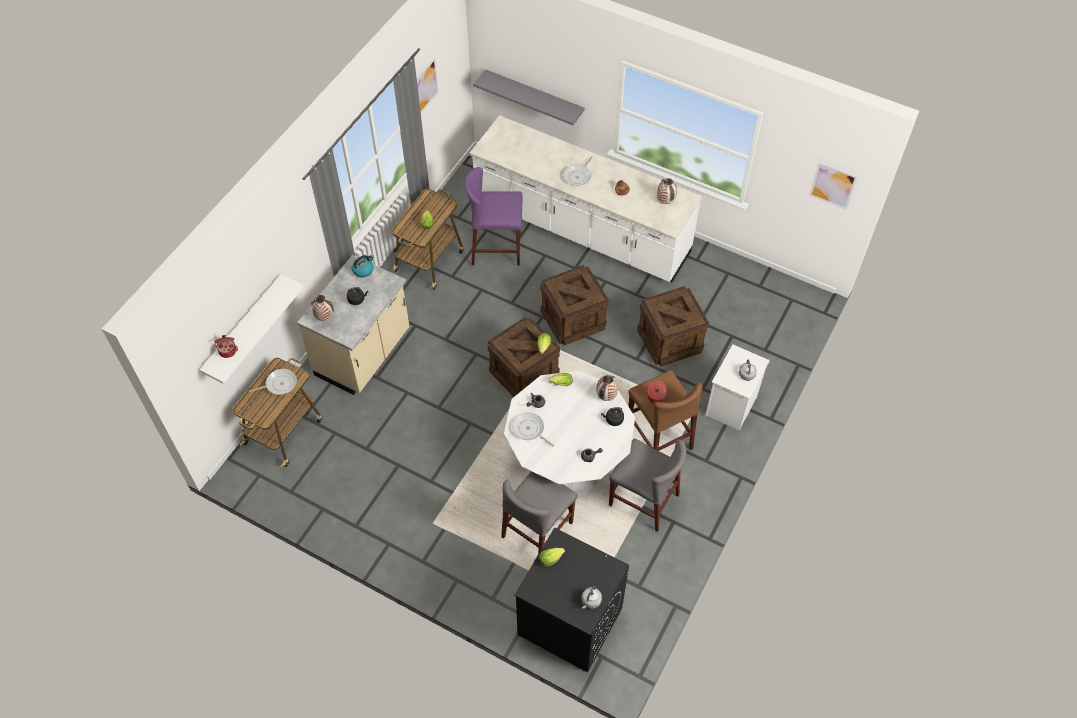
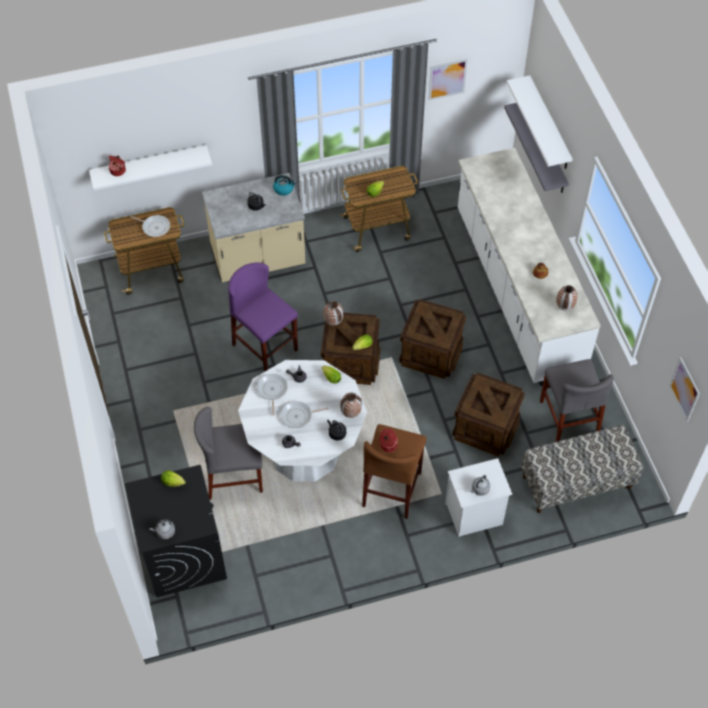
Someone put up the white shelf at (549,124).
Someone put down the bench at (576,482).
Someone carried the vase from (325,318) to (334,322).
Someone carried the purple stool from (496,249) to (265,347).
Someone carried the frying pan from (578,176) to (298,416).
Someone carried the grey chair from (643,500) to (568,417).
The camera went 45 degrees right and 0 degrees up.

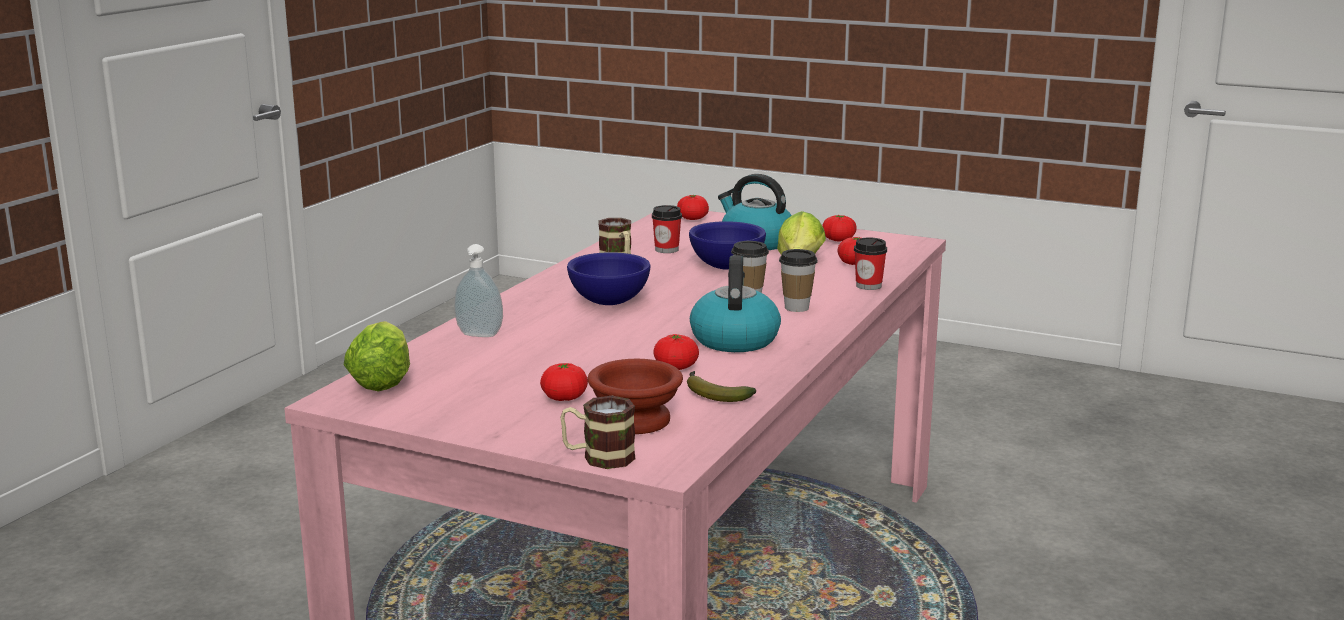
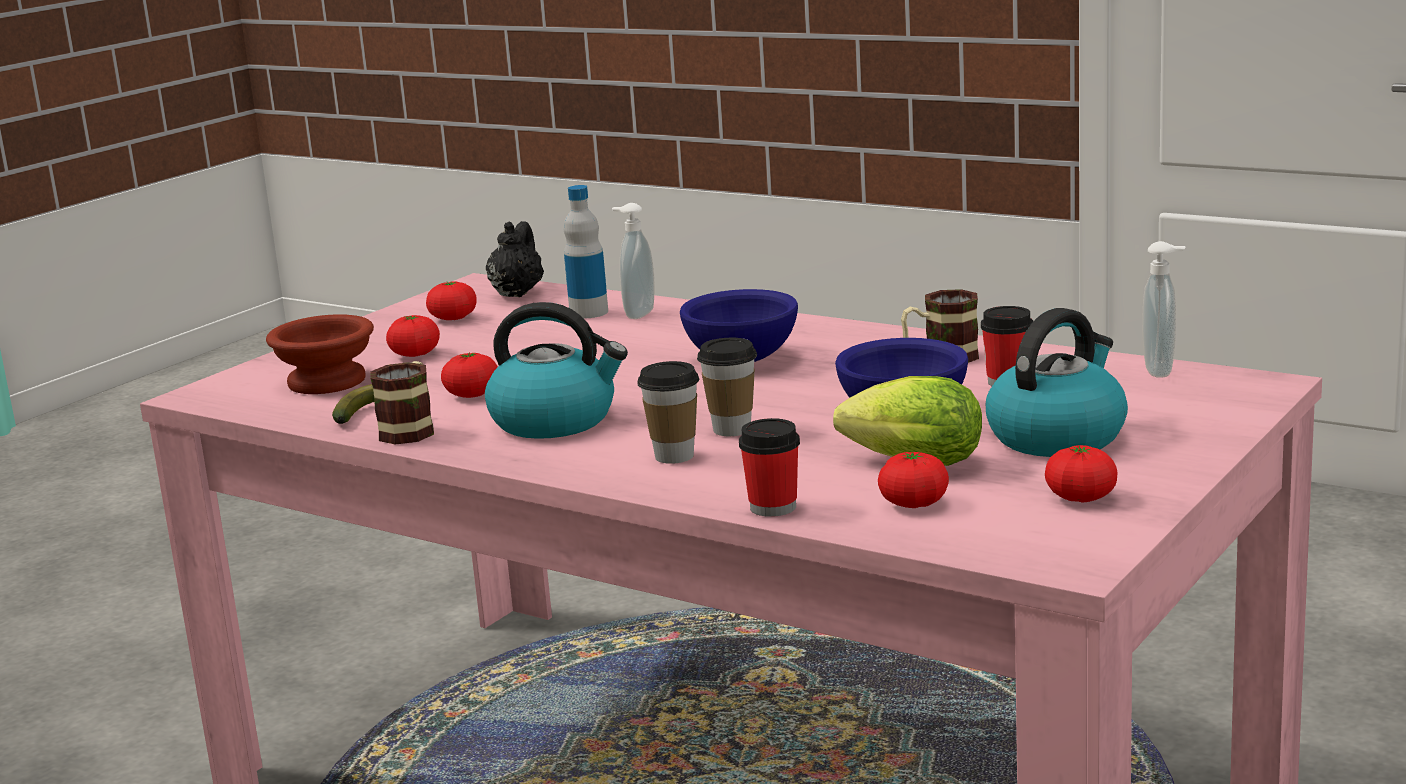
Someone put down the bottle at (589,312).
Someone put down the soap dispenser at (1162,371).
Someone carried the mug from (598,457) to (411,429).
Someone carried the tomato from (692,219) to (453,318).
Someone swapped the lettuce at (383,380) for the black teapot at (517,293).
The camera went 100 degrees right and 0 degrees up.

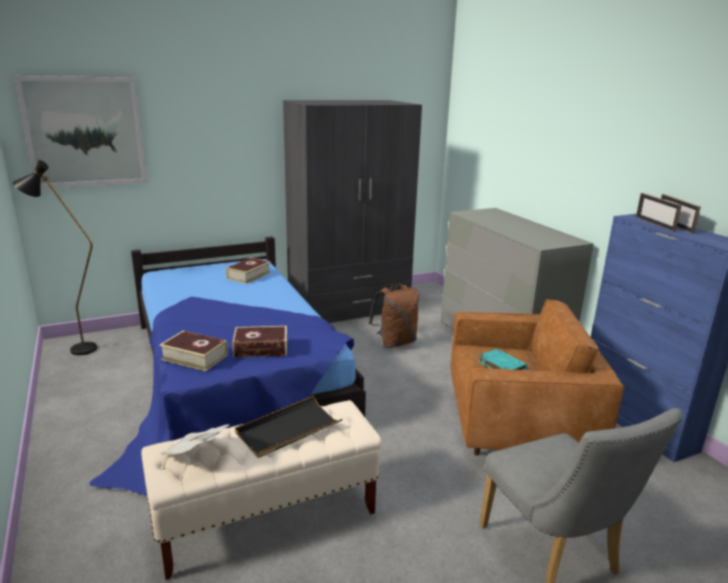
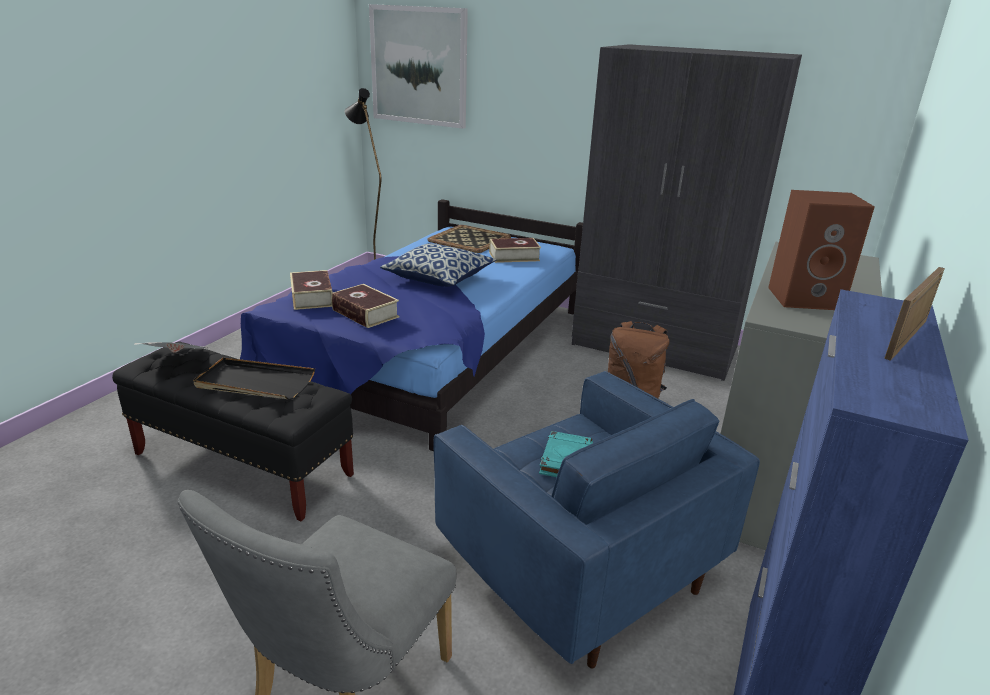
Someone took away the picture frame at (654,224).
Someone put down the pillow at (439,278).
Someone put down the tray at (470,239).
Someone put down the brown speaker at (806,298).
Someone repainted the beige bench at (267,518), which became the black bench at (243,465).
Someone repainted the brown armchair at (517,428), which became the blue armchair at (579,568).
The camera went 50 degrees right and 5 degrees up.

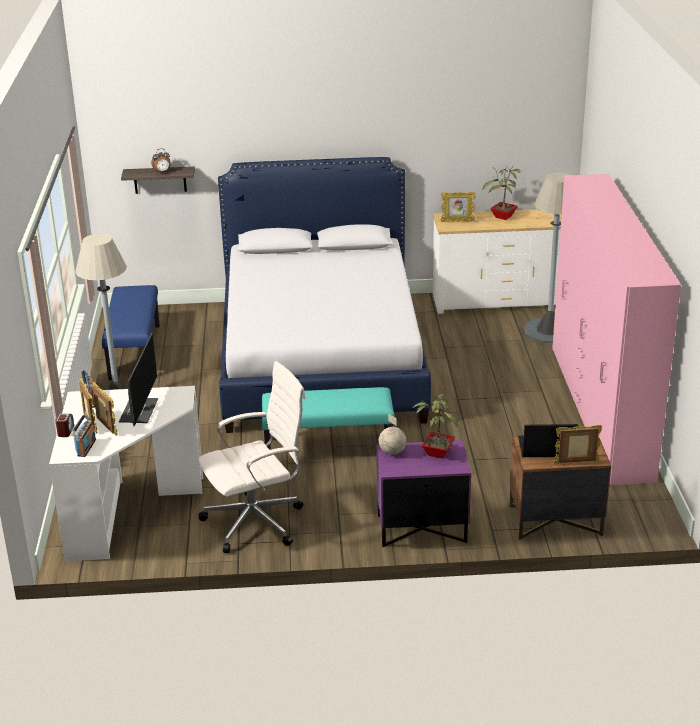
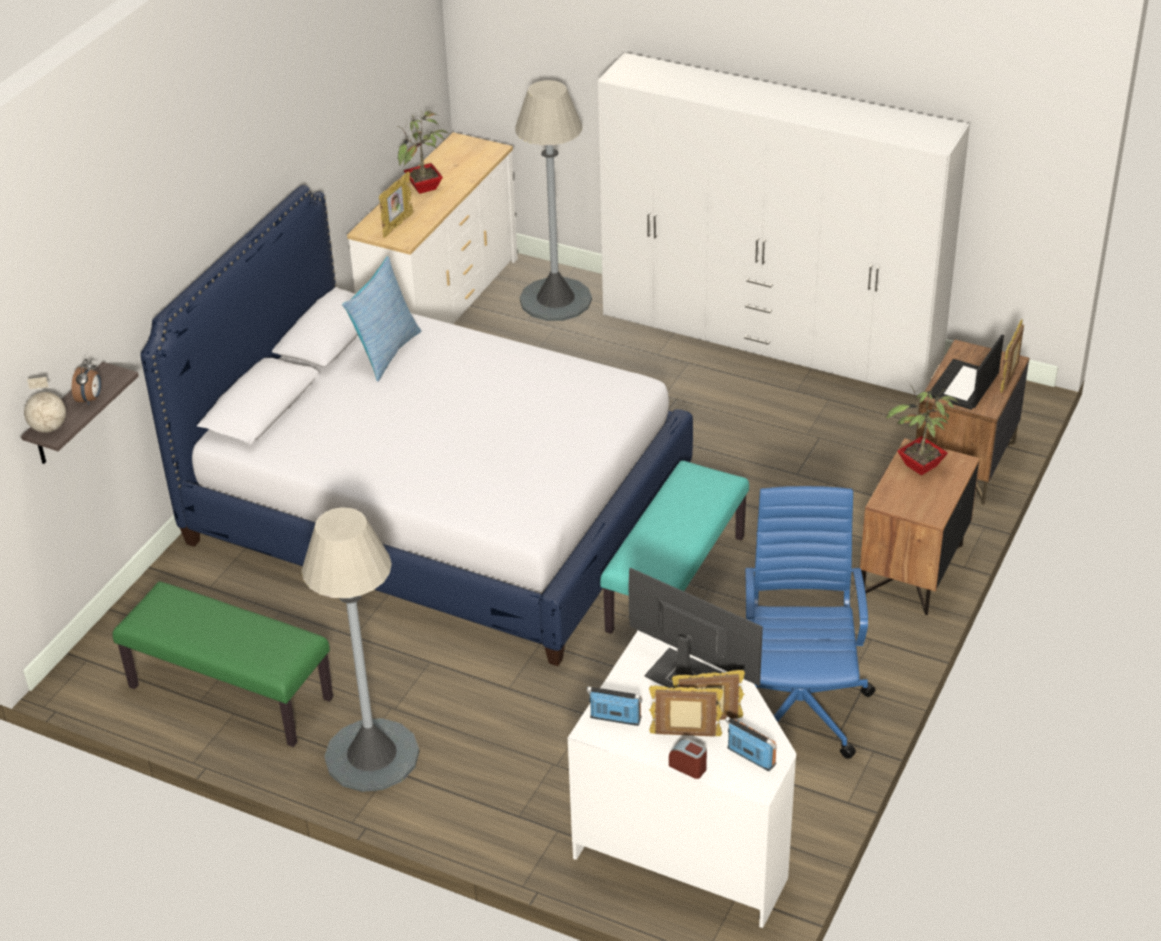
Someone put down the pillow at (385,352).
Someone carried the globe from (392,452) to (48,428).
Someone repainted the blue bench at (134,352), which became the green bench at (229,693).
Someone repainted the white office chair at (257,522), which became the blue office chair at (799,706).
Someone repainted the purple nightstand at (421,529), which became the brown nightstand at (913,570).
Someone repainted the pink wardrobe at (600,410), which became the white wardrobe at (769,340).
The camera went 60 degrees left and 10 degrees up.

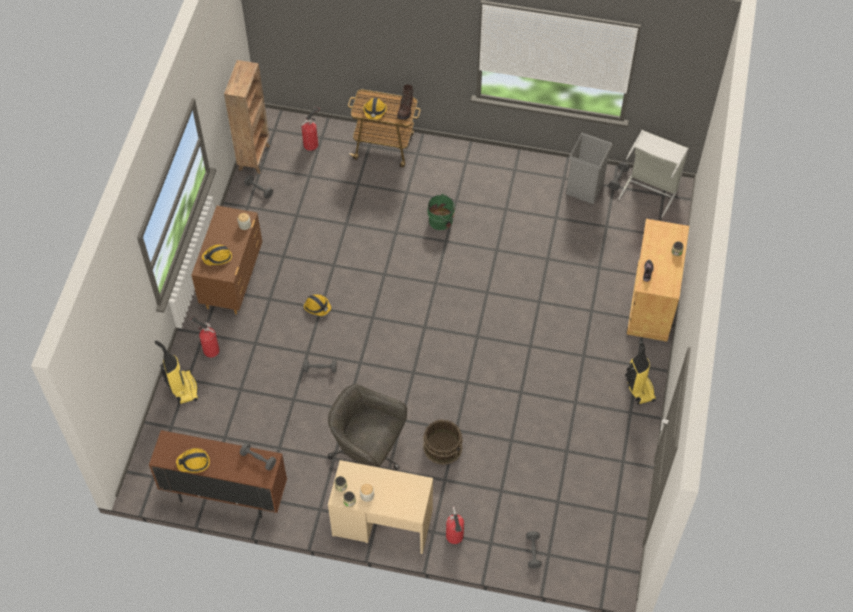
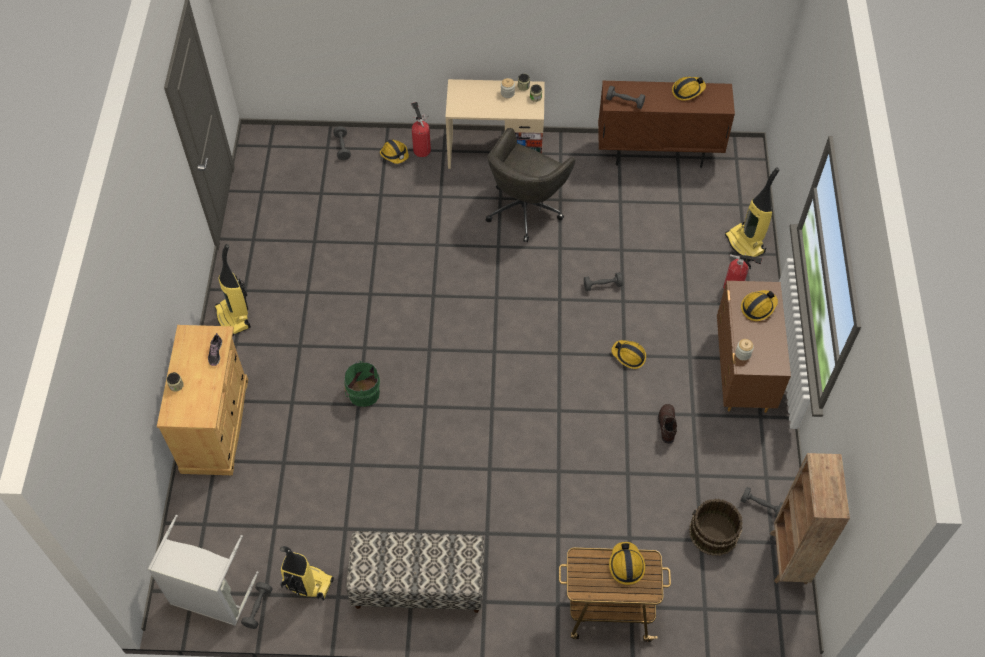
Someone took away the fire extinguisher at (312,143).
Someone put down the bench at (418,585).
Someone put down the hard hat at (395,154).
Someone carried the brown boot from (405,109) to (666,425).
Someone carried the brown bucket from (443,447) to (713,533).
Someone carried the green bucket from (441,220) to (362,393).
Someone swapped the grey trash can at (585,188) for the vacuum cleaner at (306,584).
Someone rotated the grey office chair at (368,454) by 105 degrees clockwise.
The camera went 170 degrees right and 0 degrees up.

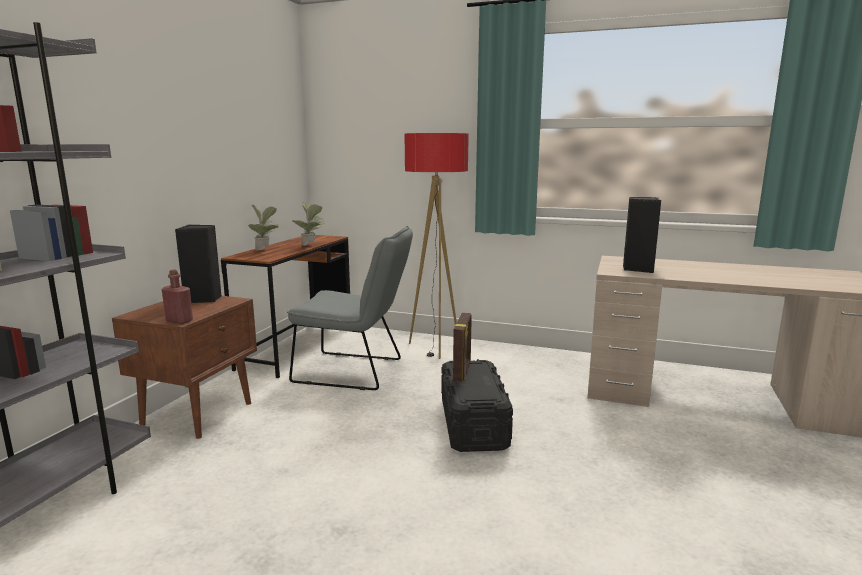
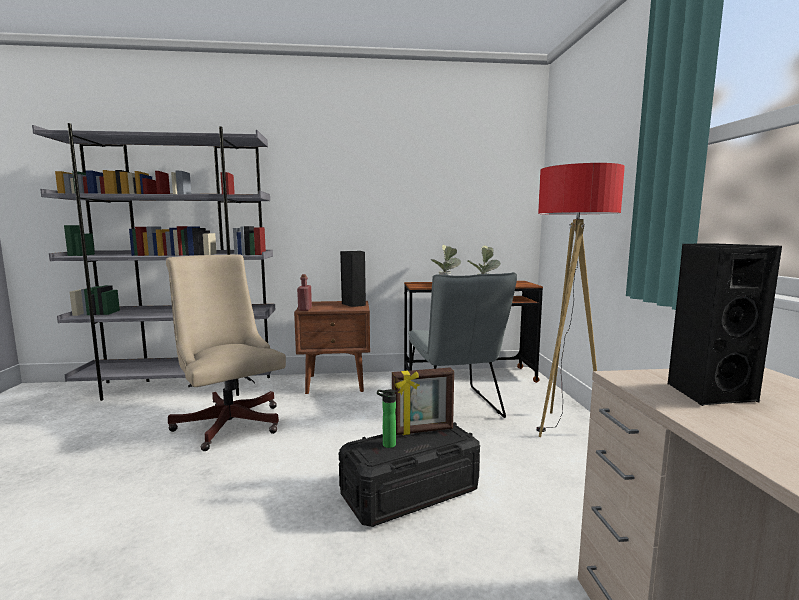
Someone put down the beige office chair at (229,421).
Someone put down the bottle at (387,444).
The camera went 65 degrees right and 5 degrees down.

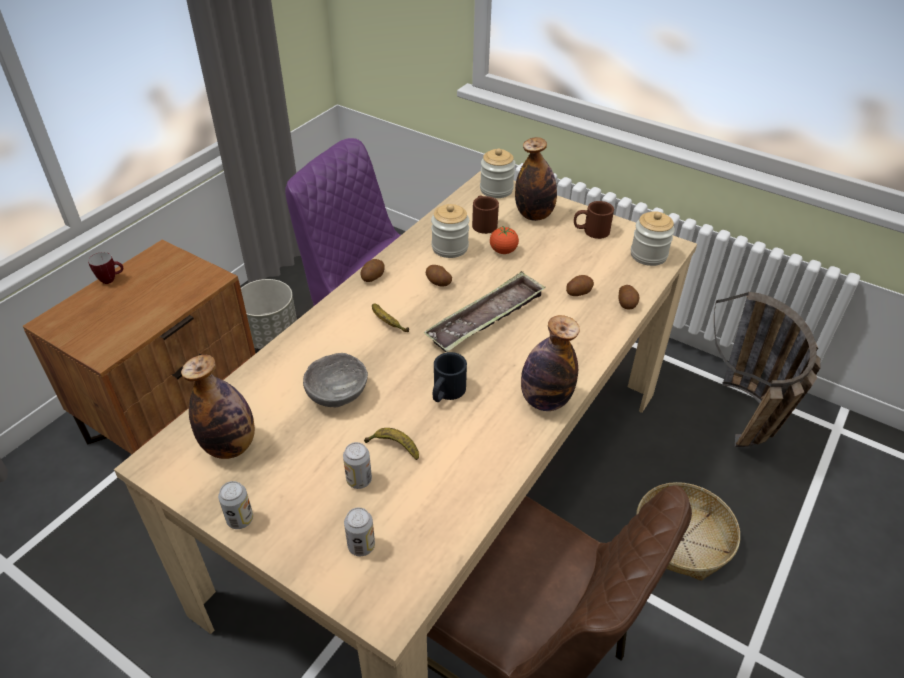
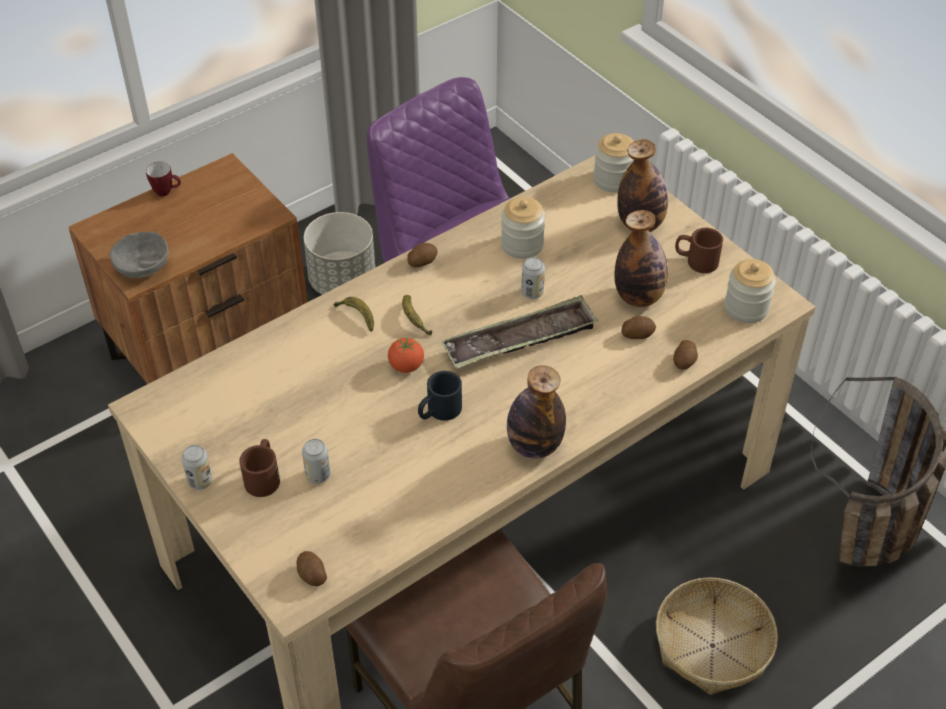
Someone carried the bottle from (230,446) to (638,297).
Someone carried the grey bowl from (337,394) to (143,267).
Someone carried the can from (361,546) to (532,293).
Someone carried the banana from (393,447) to (357,316).
Someone carried the potato from (438,282) to (311,575).
Someone carried the brown mug from (483,223) to (263,476).
Someone carried the tomato from (503,251) to (406,366).
The camera went 20 degrees right and 5 degrees up.

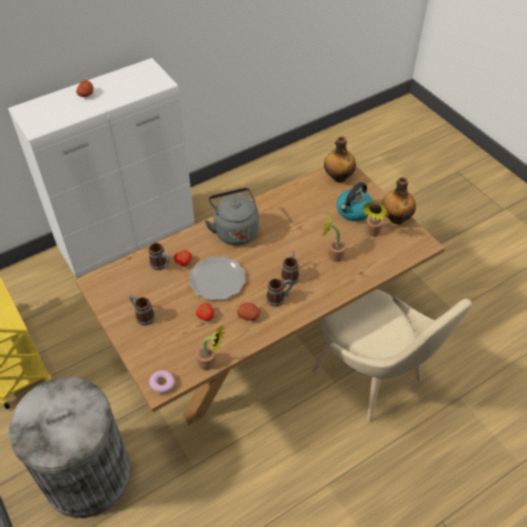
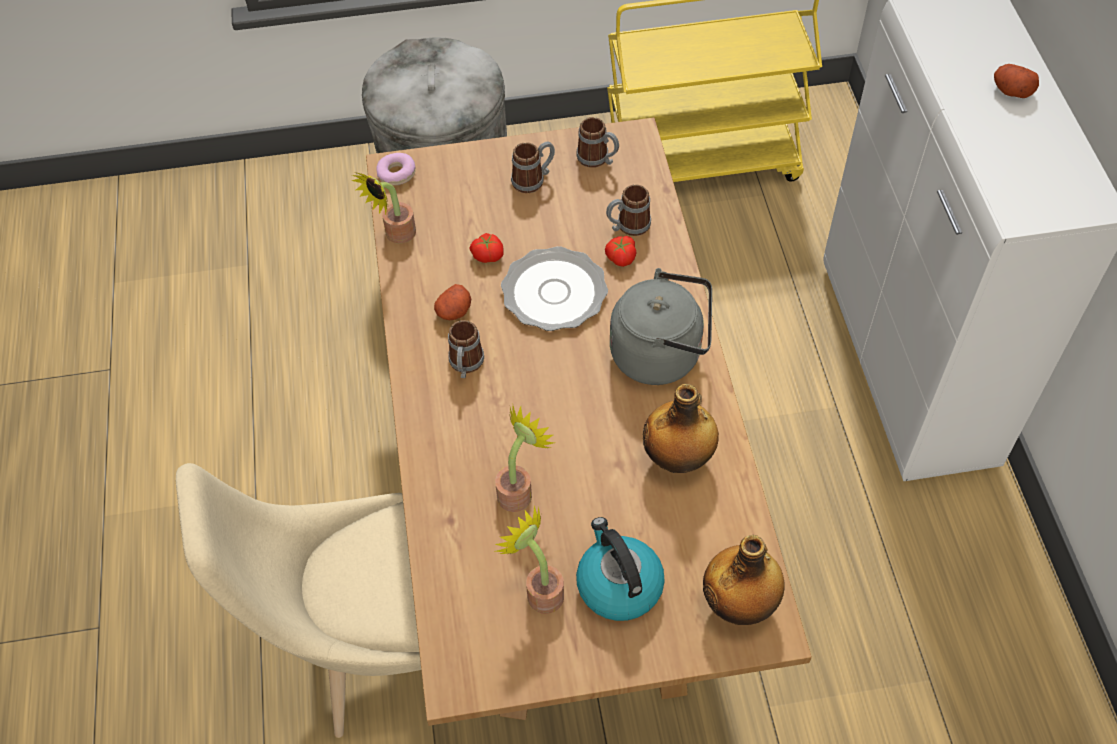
Someone carried the mug from (290,275) to (598,159).
Someone carried the bottle from (396,218) to (678,458).
The camera went 115 degrees right and 5 degrees up.

